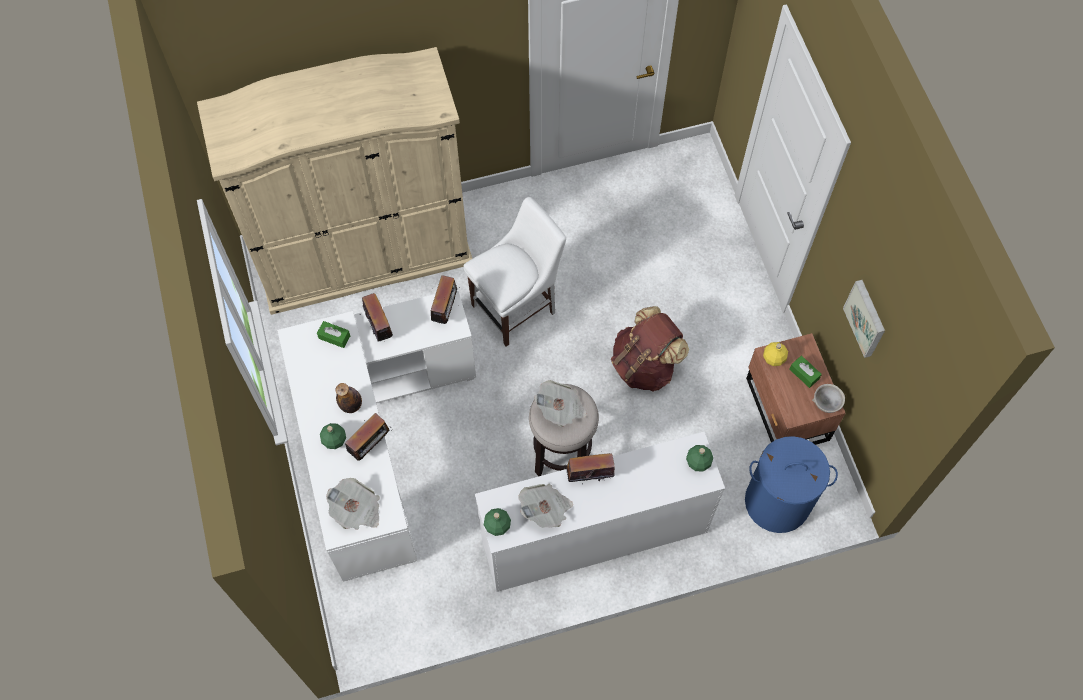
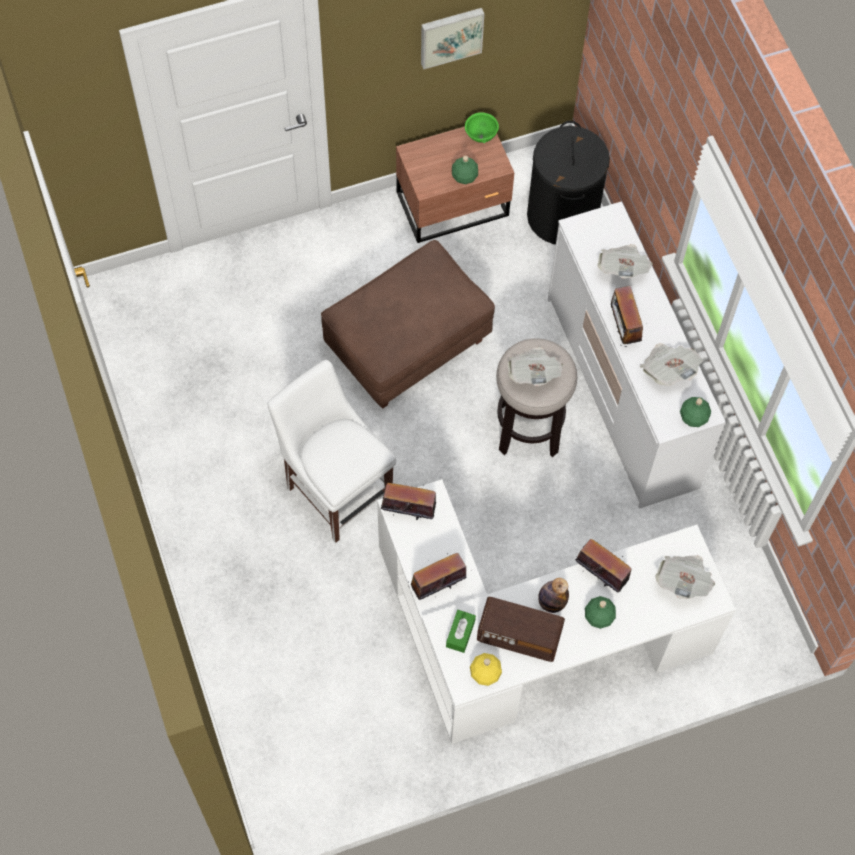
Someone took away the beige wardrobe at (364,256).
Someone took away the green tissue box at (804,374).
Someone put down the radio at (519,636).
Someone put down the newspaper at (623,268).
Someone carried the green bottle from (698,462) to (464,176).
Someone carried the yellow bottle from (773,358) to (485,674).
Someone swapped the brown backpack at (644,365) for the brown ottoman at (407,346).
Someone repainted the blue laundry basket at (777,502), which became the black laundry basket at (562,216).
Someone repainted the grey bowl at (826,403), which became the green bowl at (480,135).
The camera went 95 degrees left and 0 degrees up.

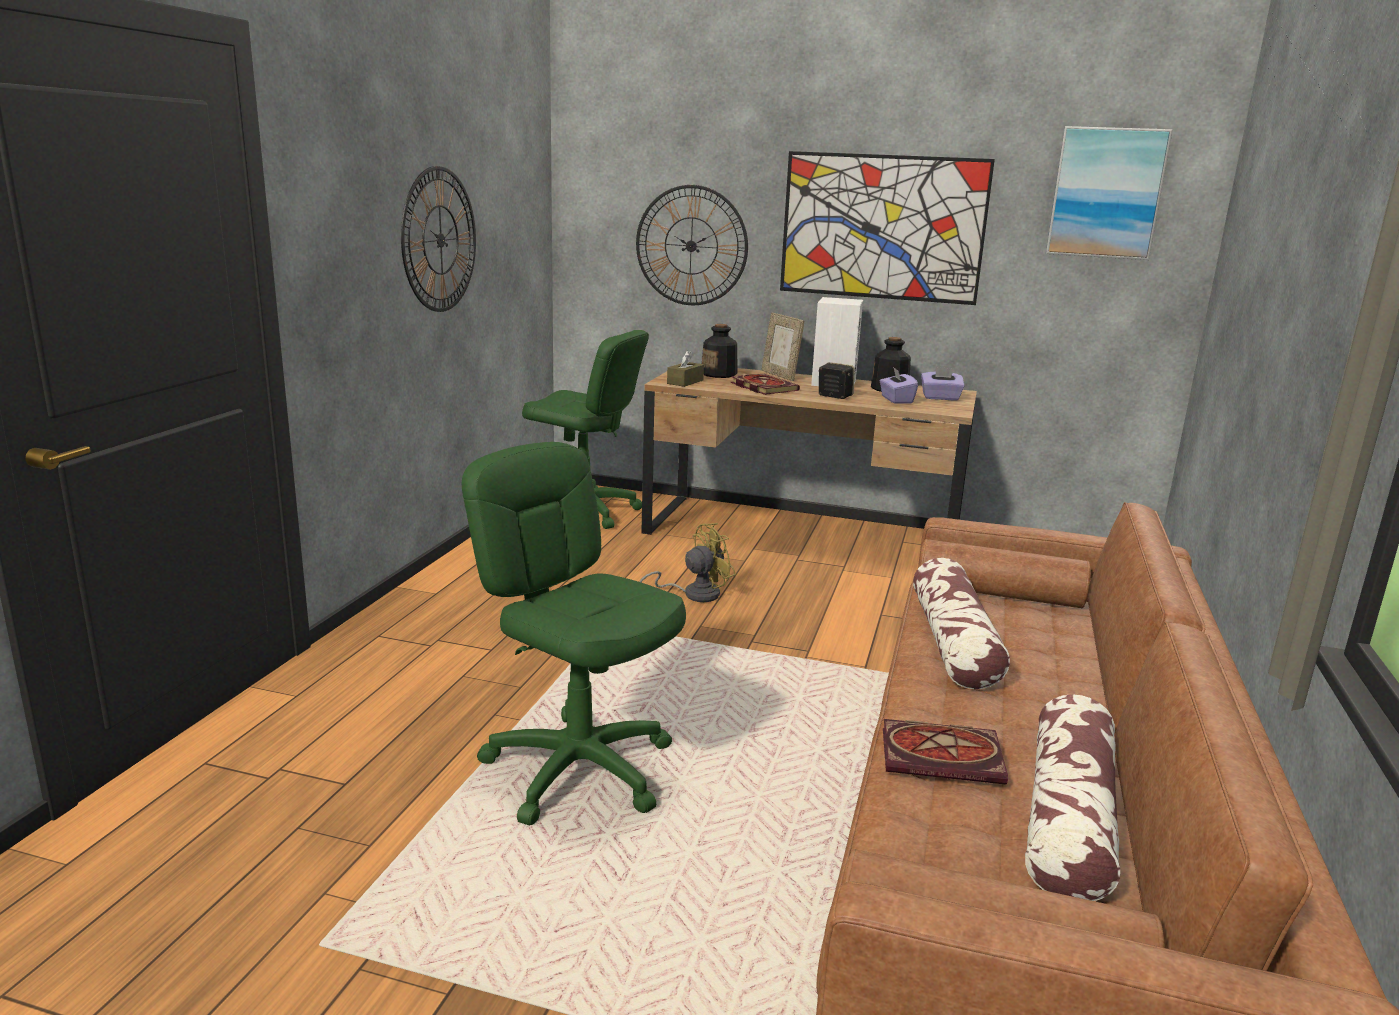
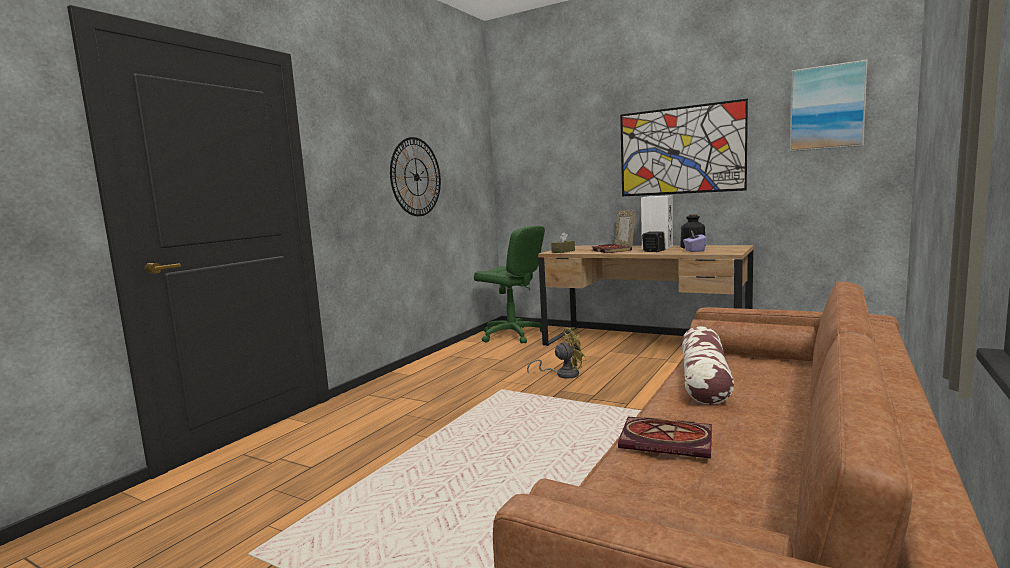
Someone took away the green office chair at (579,768).
Someone took away the wall clock at (691,246).
Someone took away the bottle at (719,374).
Someone took away the purple tissue box at (940,398).
Someone took away the pillow at (1068,819).
The camera went 15 degrees right and 10 degrees down.

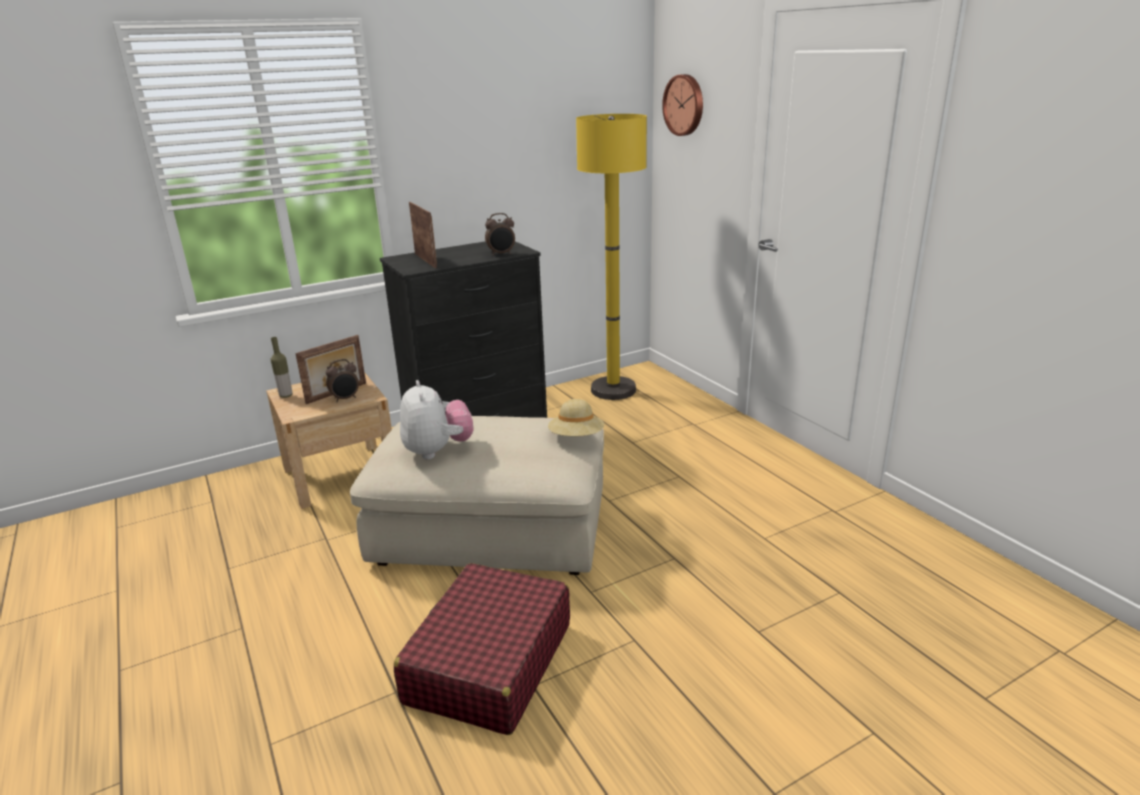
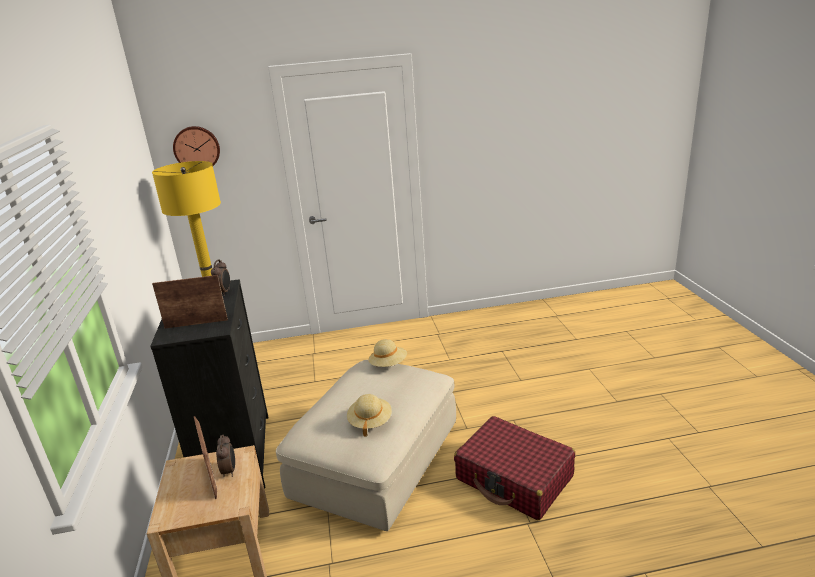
Someone took away the bottle at (286,396).
Someone swapped the plush toy at (438,451) for the beige hat at (370,422).
The camera went 70 degrees left and 0 degrees up.

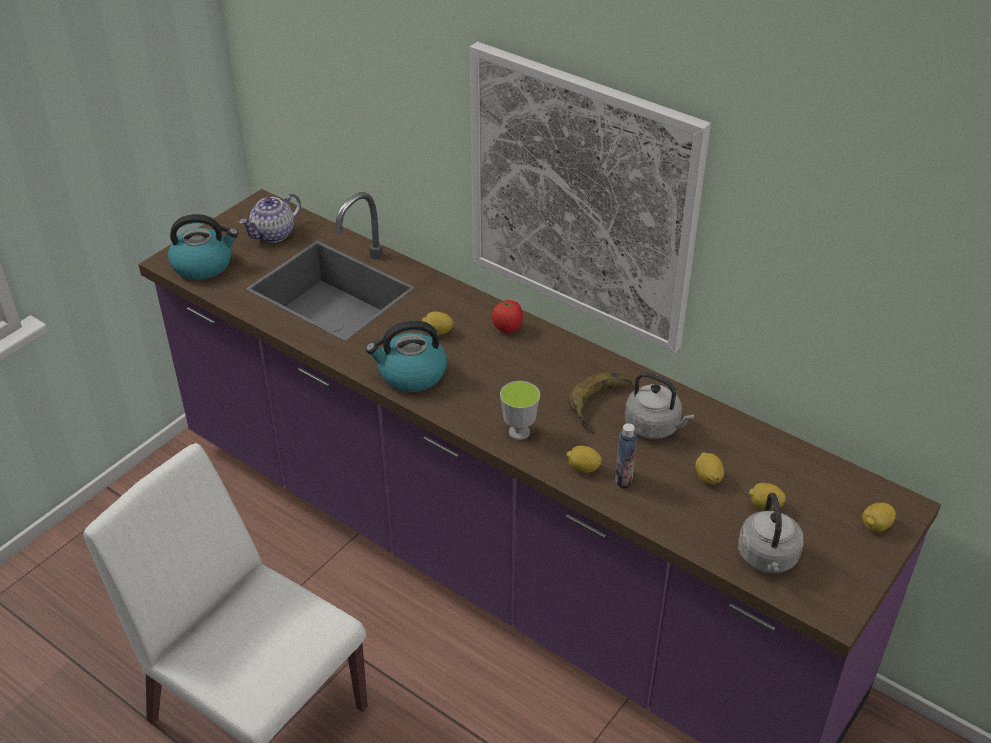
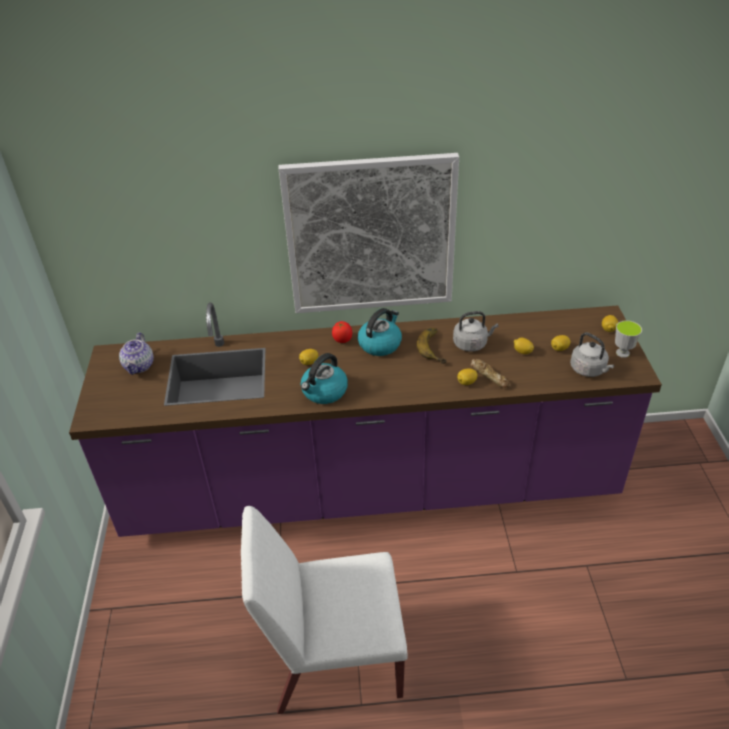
Someone carried the kettle from (204,265) to (380,344).
Someone carried the cup from (519,432) to (622,353).
Someone swapped the bottle at (623,479) for the bread at (490,376).
The camera went 40 degrees left and 0 degrees up.

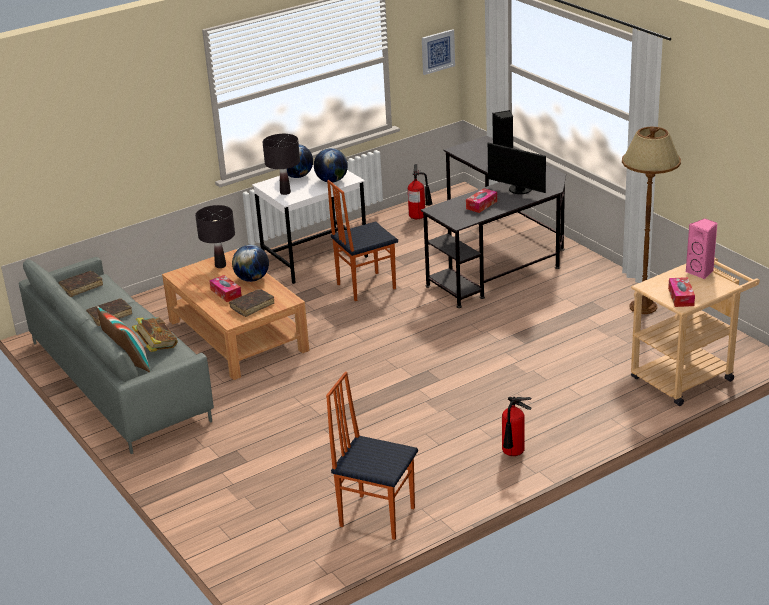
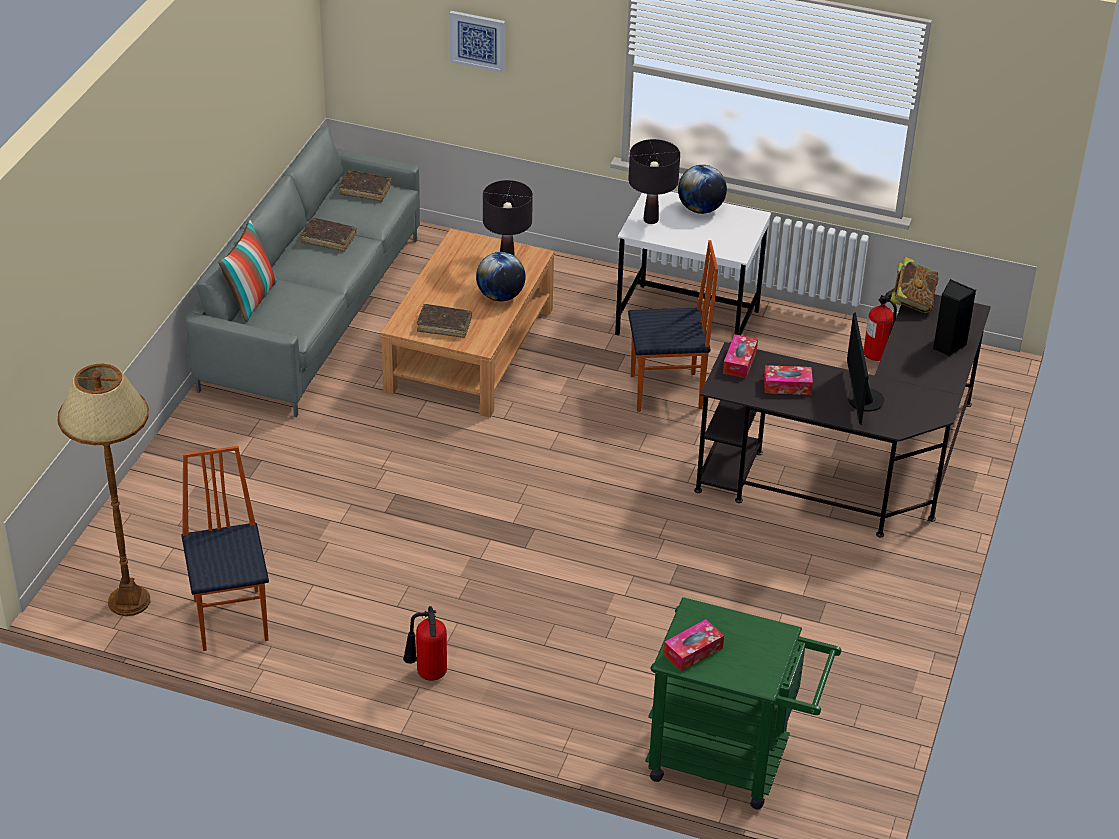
Someone took away the globe at (331,181).
Someone took away the pink speaker at (701,272).
Someone carried the book from (156,347) to (912,302).
Someone carried the tissue box from (226,293) to (739,362).
Someone carried the picture from (437,51) to (478,41).
Someone carried the brown floor lamp from (643,307) to (129,601).
Someone repainted the beige cart at (688,375), which became the green cart at (731,762).
Someone rotated the chair at (365,286) by 150 degrees clockwise.
The camera went 50 degrees right and 10 degrees up.

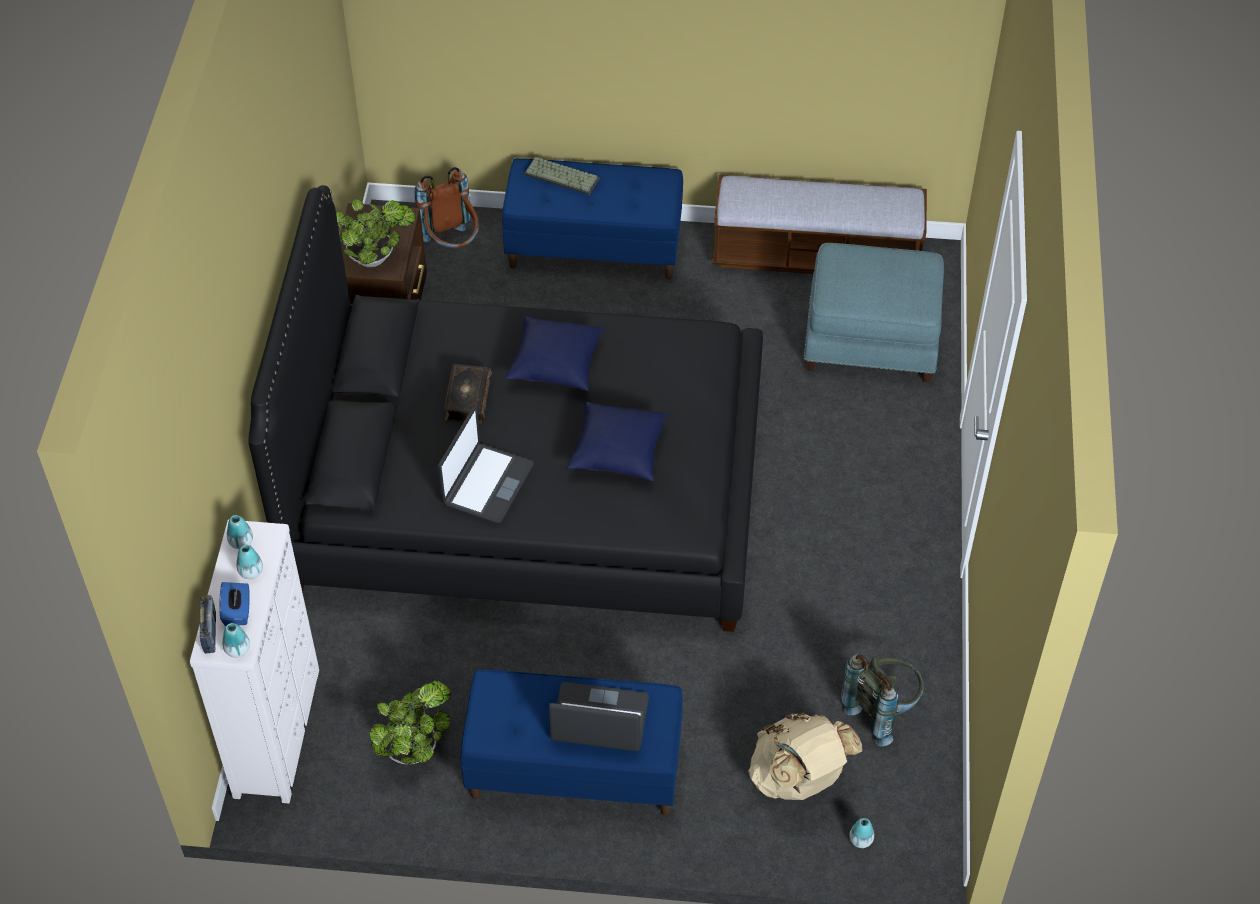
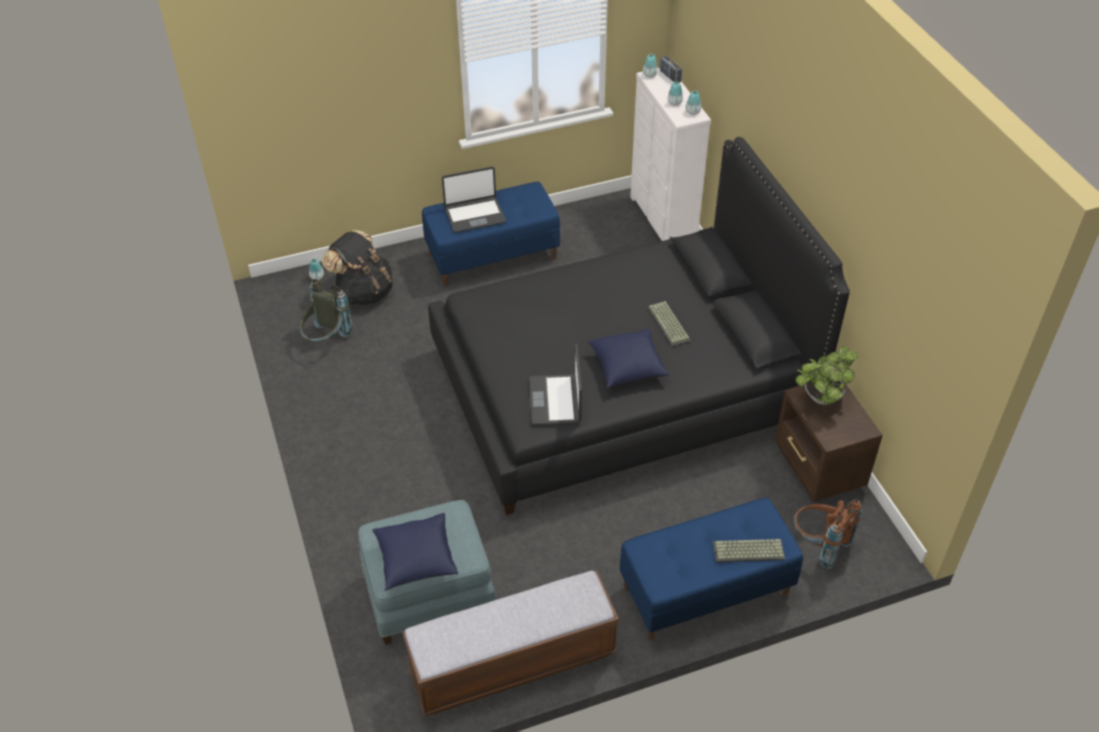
Someone took away the blue tissue box at (237,612).
Someone took away the potted plant at (414,748).
Someone carried the laptop from (487,484) to (556,400).
Someone carried the blue pillow from (618,453) to (416,560).
Someone swapped the book at (467,399) for the keyboard at (669,324).
Someone repainted the beige backpack at (798,779), which became the black backpack at (363,292).
The camera went 155 degrees right and 5 degrees down.

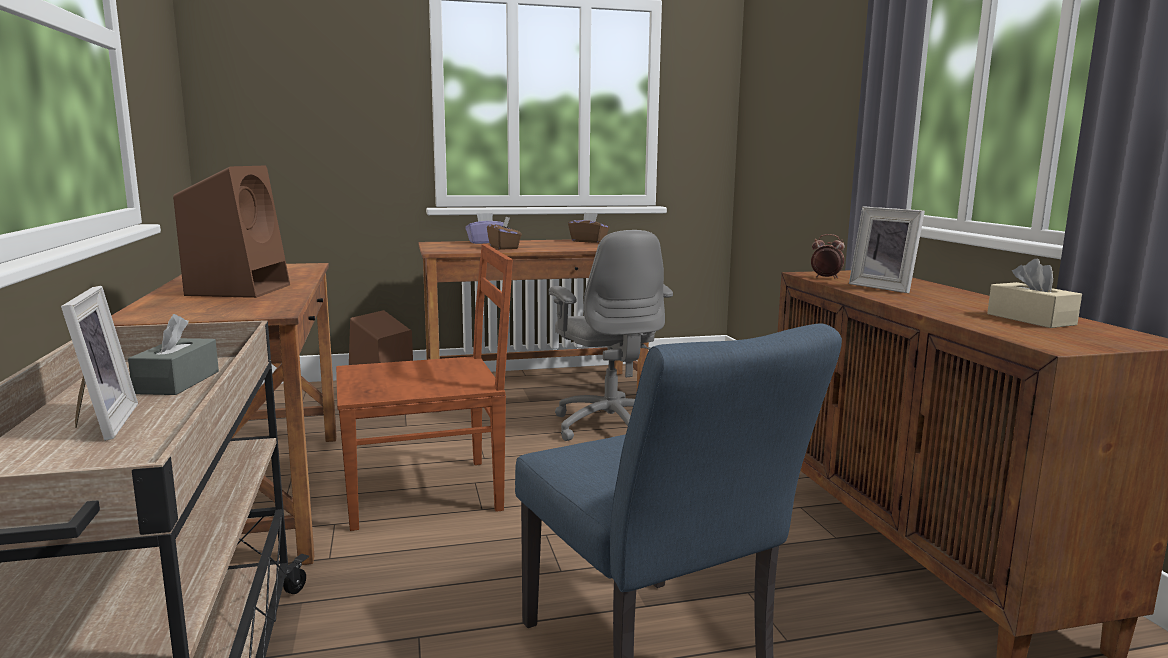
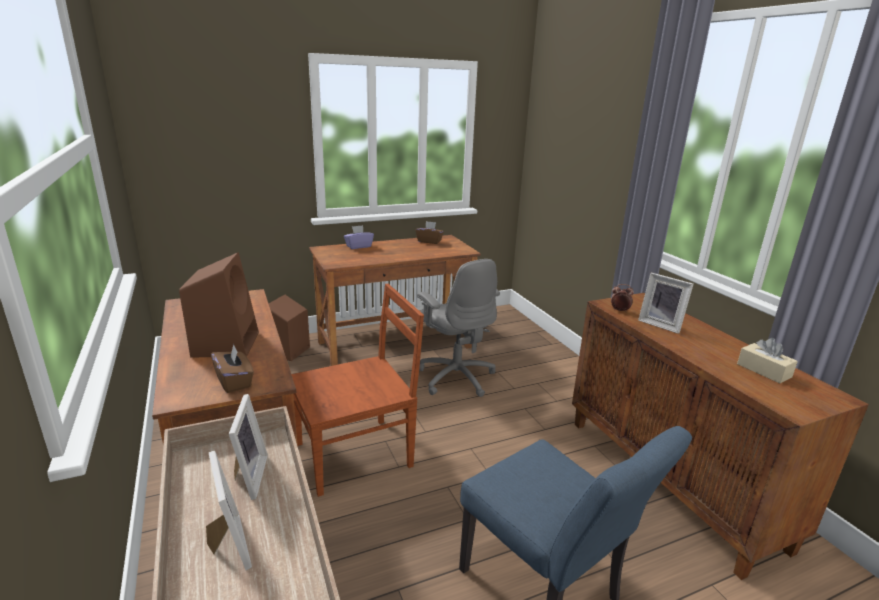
Someone carried the brown tissue box from (504,247) to (234,381).
Someone swapped the grey tissue box at (177,382) for the picture frame at (247,477).
The camera went 10 degrees left and 10 degrees up.

